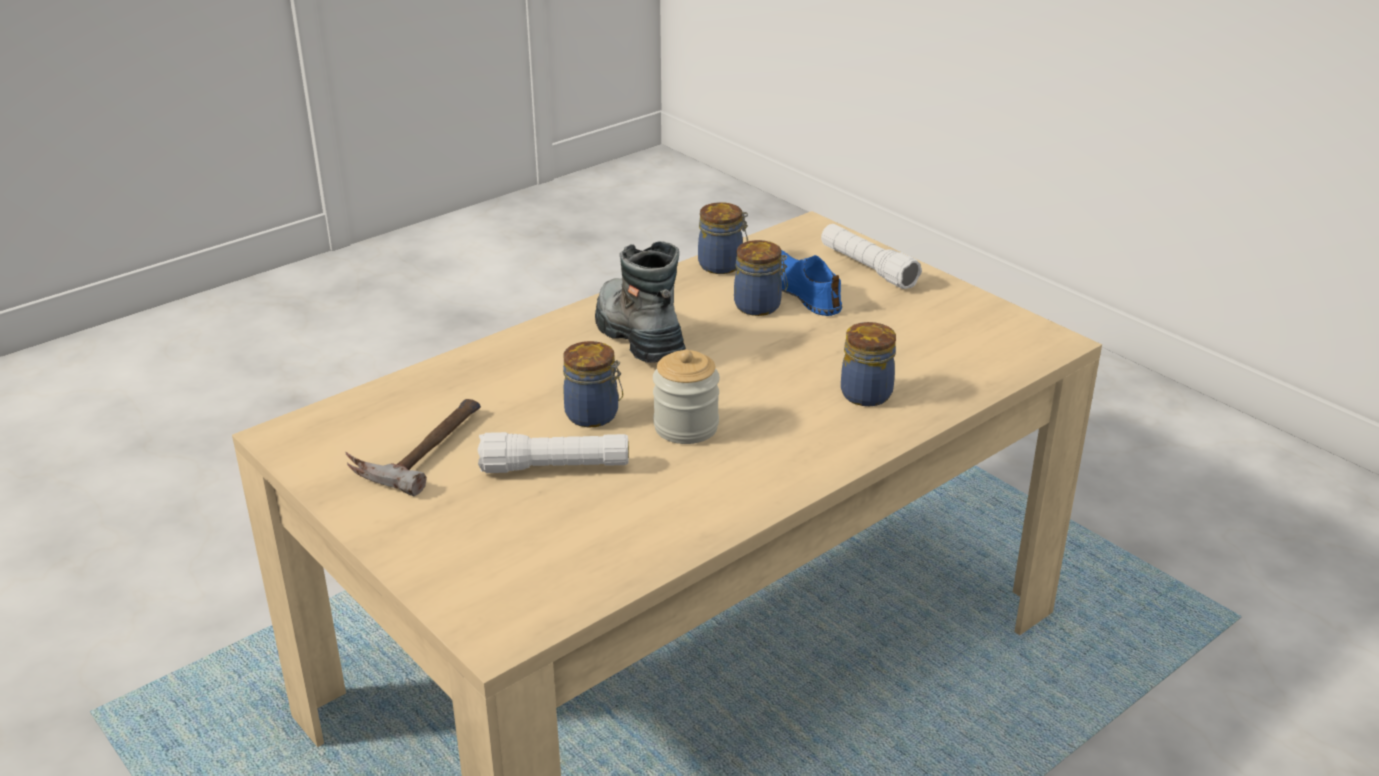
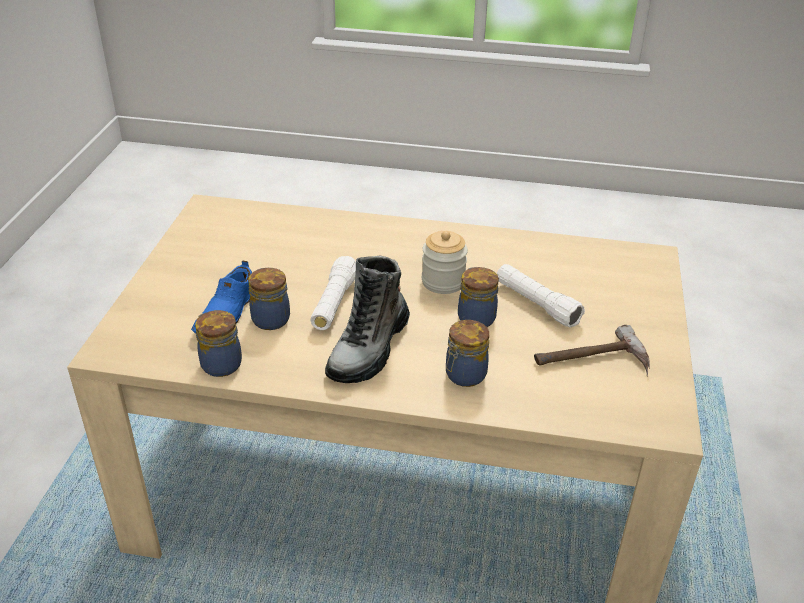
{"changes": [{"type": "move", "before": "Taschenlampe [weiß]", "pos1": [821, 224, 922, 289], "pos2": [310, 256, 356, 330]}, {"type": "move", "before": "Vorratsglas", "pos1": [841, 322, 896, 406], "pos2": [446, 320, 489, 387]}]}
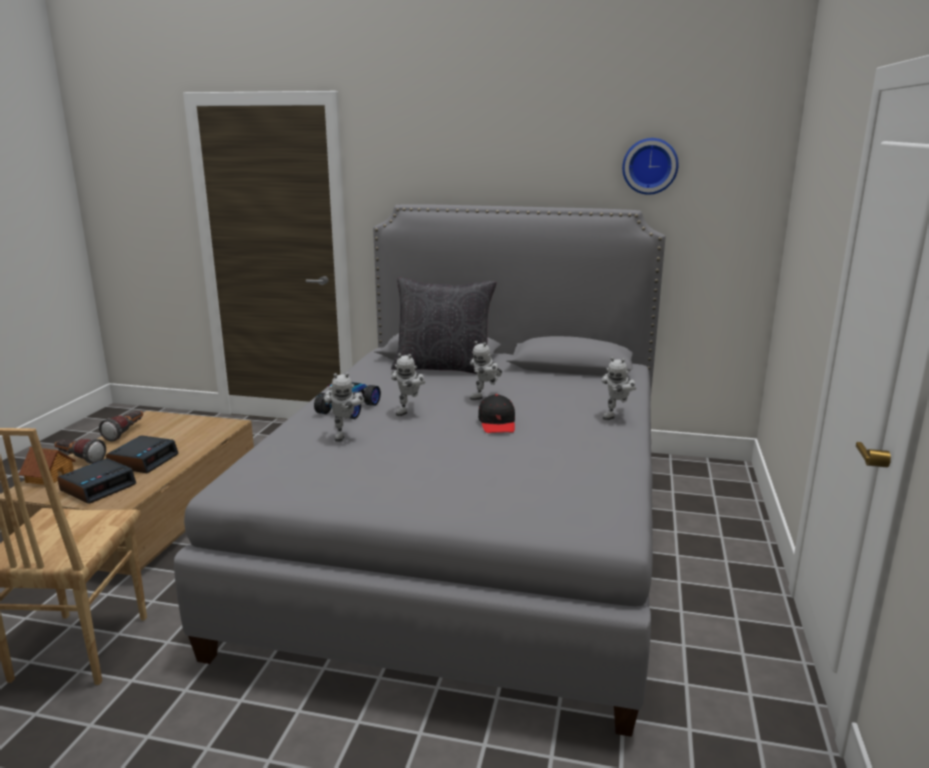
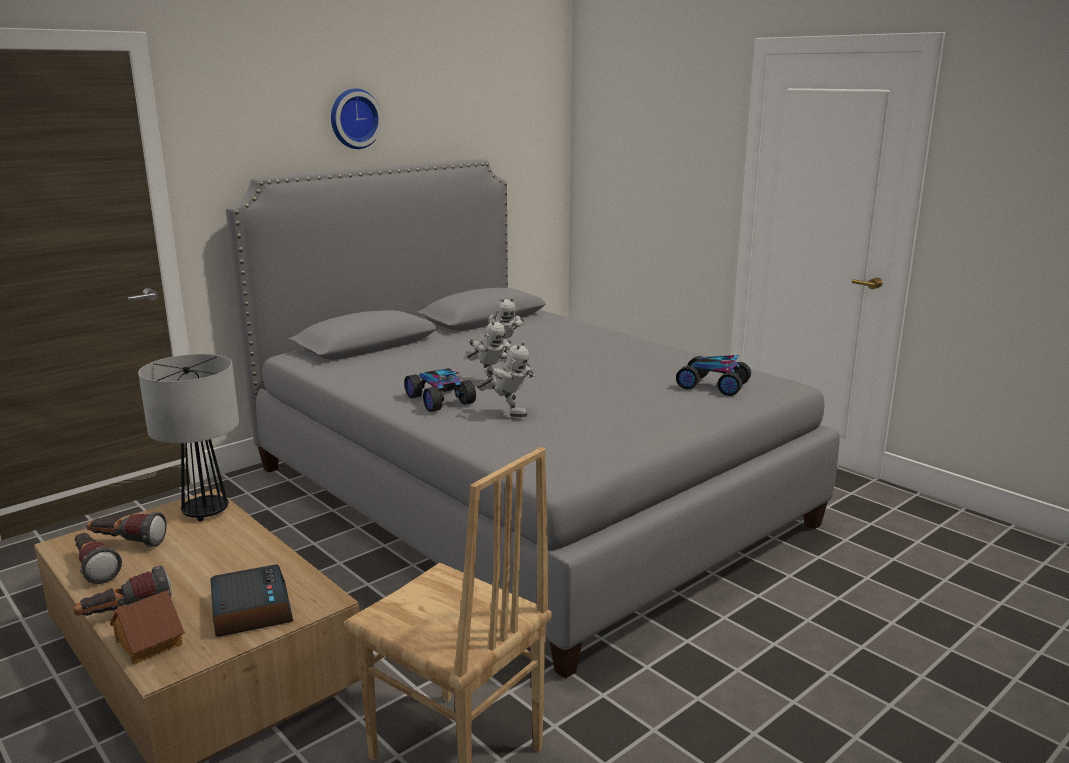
{"changes": [{"type": "insert", "after": "Taschenlampe", "pos2": [86, 512, 167, 547]}, {"type": "insert", "after": "Tischlampe", "pos2": [138, 354, 239, 522]}, {"type": "move", "before": "Wanduhr", "pos1": [622, 138, 679, 195], "pos2": [331, 88, 383, 149]}, {"type": "insert", "after": "Spielzeugauto", "pos2": [676, 355, 751, 396]}, {"type": "delete", "before": "Wecker", "pos1": [106, 435, 178, 474]}, {"type": "delete", "before": "Kissen [schwarz]", "pos1": [391, 278, 496, 374]}, {"type": "delete", "before": "Kappe [schwarz]", "pos1": [478, 394, 515, 433]}, {"type": "delete", "before": "Spielzeugroboter", "pos1": [602, 357, 636, 420]}]}
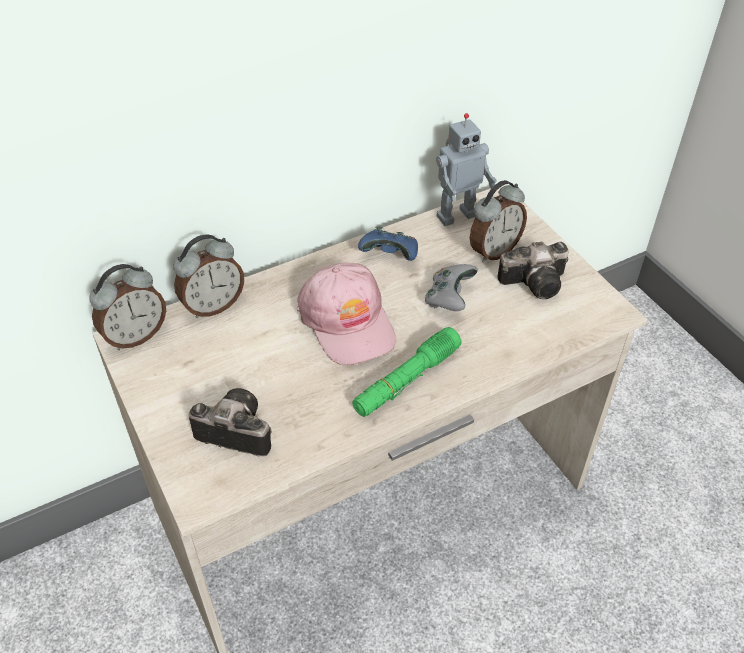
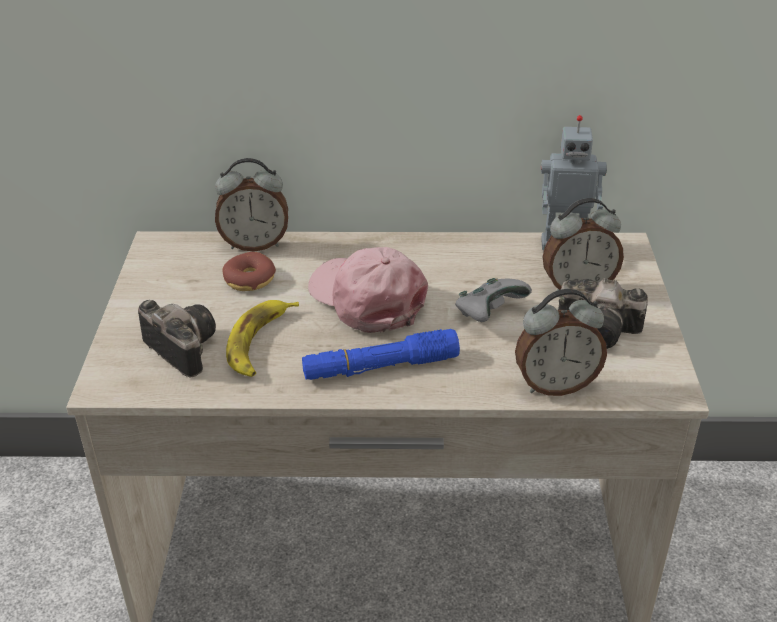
{"changes": [{"type": "insert", "after": "Donut", "pos2": [223, 252, 276, 291]}, {"type": "insert", "after": "Banane", "pos2": [226, 300, 299, 377]}, {"type": "recolor", "before": "Taschenlampe [grün]", "after": "Taschenlampe [blau]", "pos1": [352, 327, 461, 417], "pos2": [302, 329, 460, 380]}, {"type": "rotate", "before": "Kappe [rosa]", "pos1": [297, 263, 396, 365], "pos2": [308, 247, 428, 333], "turn": 135}, {"type": "move", "before": "Wecker", "pos1": [89, 264, 166, 350], "pos2": [515, 289, 607, 396]}, {"type": "delete", "before": "Gamepad [blau]", "pos1": [358, 226, 418, 261]}]}
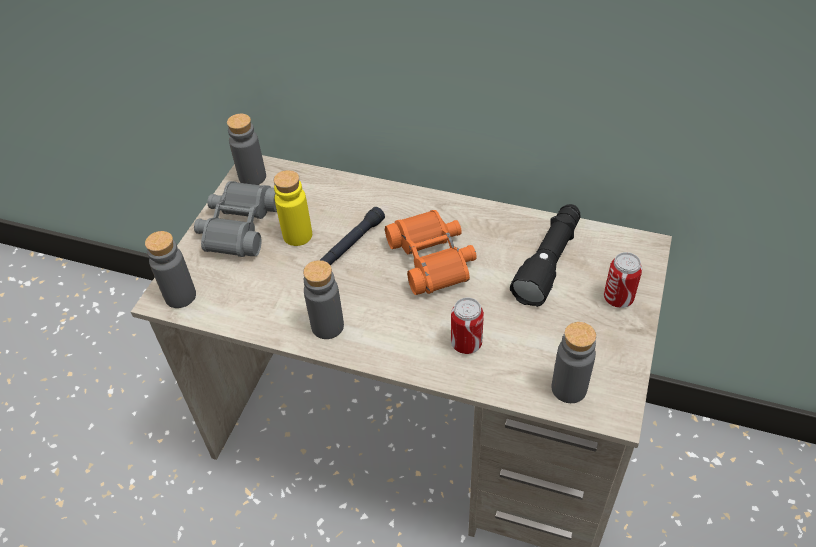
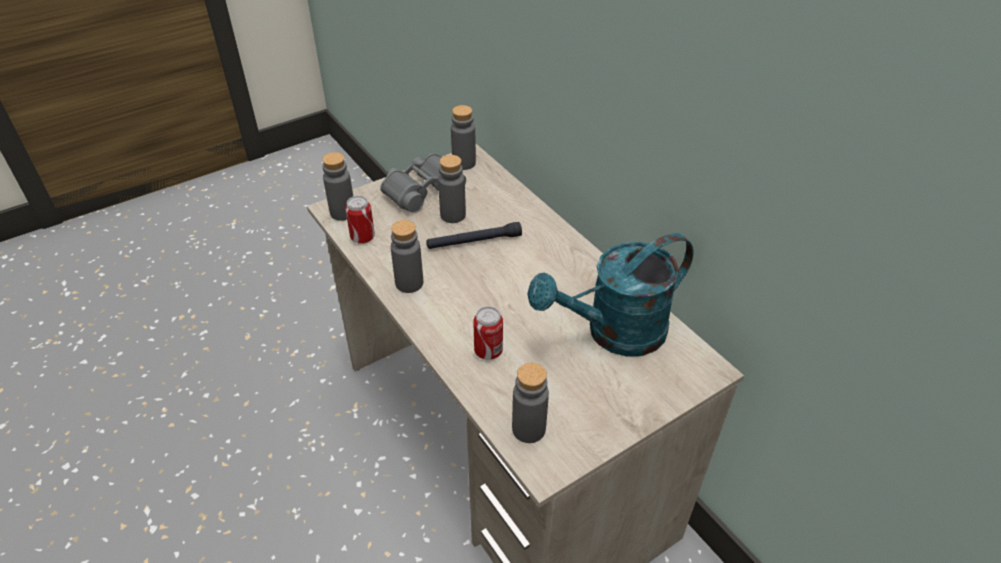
{"changes": [{"type": "move", "before": "Dose", "pos1": [604, 252, 642, 308], "pos2": [345, 196, 375, 244]}, {"type": "recolor", "before": "Flasche [gelb]", "after": "Flasche [grau]", "pos1": [274, 170, 312, 246], "pos2": [438, 155, 466, 223]}, {"type": "replace", "before": "Taschenlampe [schwarz]", "after": "Gießkanne [türkis]", "pos1": [510, 204, 580, 307], "pos2": [527, 233, 693, 357]}, {"type": "delete", "before": "Fernglas [orange]", "pos1": [385, 210, 477, 295]}]}
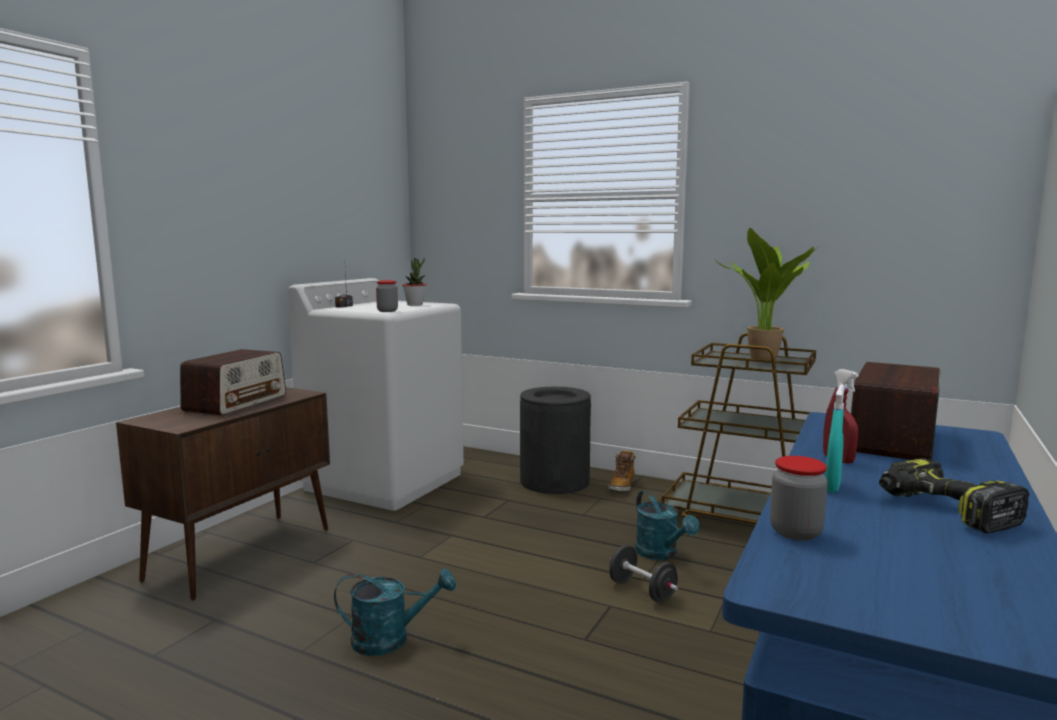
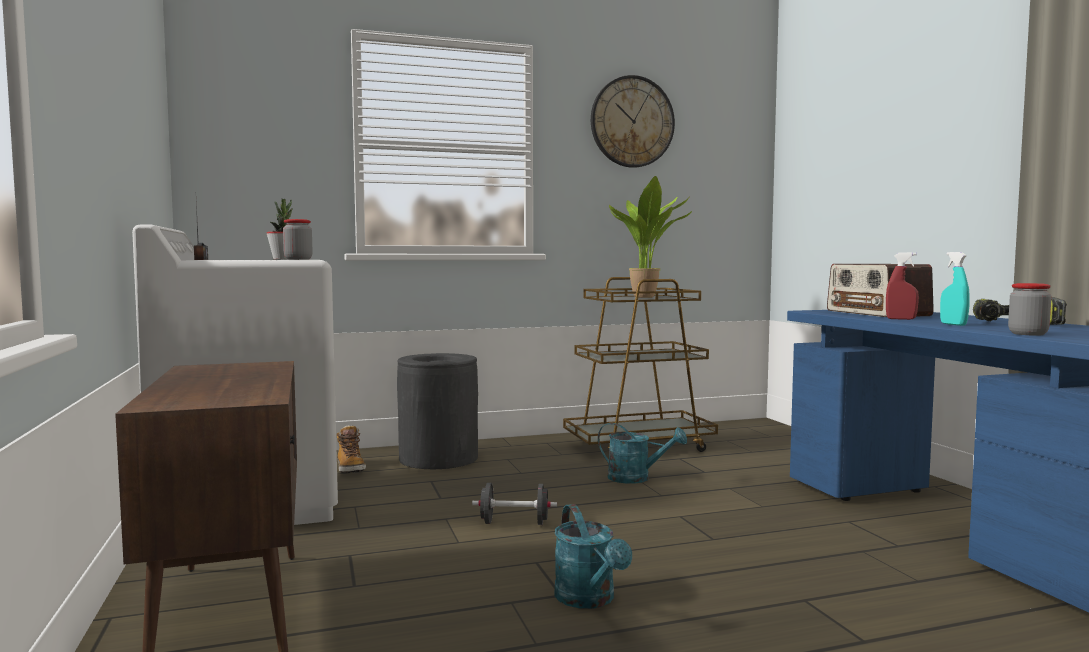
{"changes": [{"type": "move", "before": "Stiefel", "pos1": [608, 450, 635, 492], "pos2": [337, 425, 366, 473]}, {"type": "move", "before": "Hantel [schwarz]", "pos1": [609, 545, 678, 603], "pos2": [472, 483, 557, 525]}, {"type": "rotate", "before": "Gießkanne [türkis]", "pos1": [334, 568, 456, 656], "pos2": [554, 504, 632, 609], "turn": 120}, {"type": "insert", "after": "Wanduhr", "pos2": [591, 75, 675, 168]}, {"type": "delete", "before": "Radio", "pos1": [180, 349, 286, 415]}]}
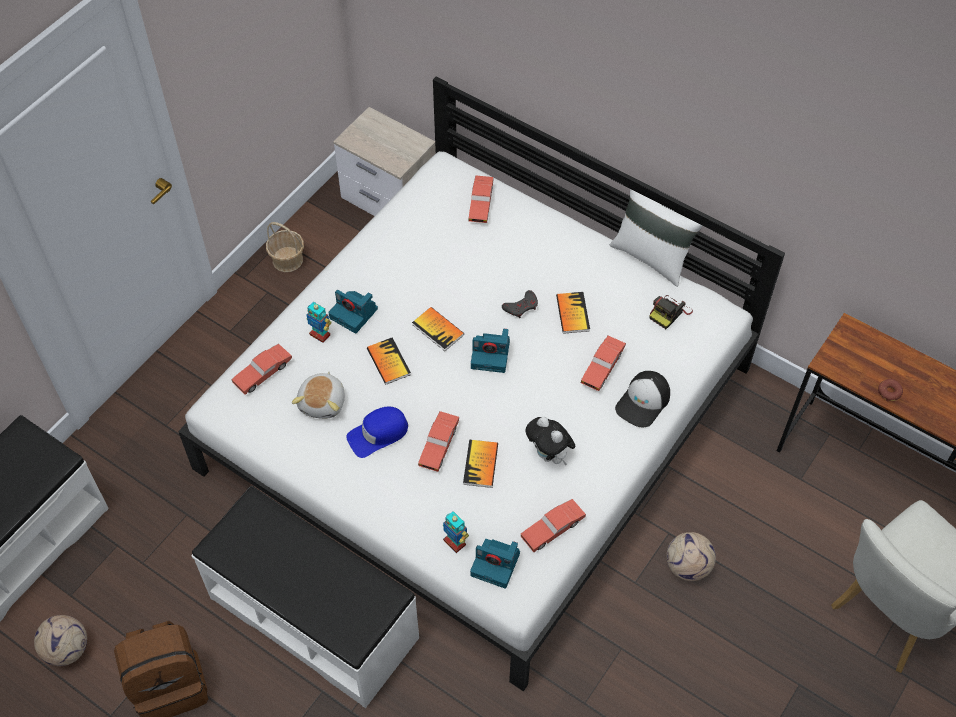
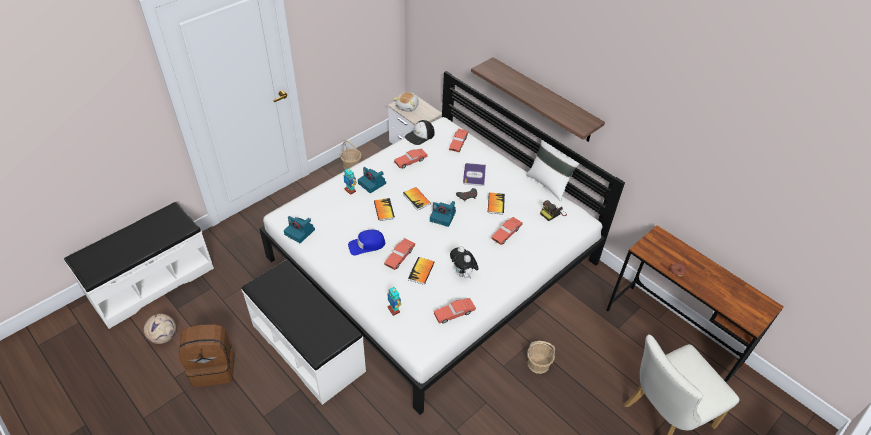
{"changes": [{"type": "move", "before": "Kamera", "pos1": [470, 539, 520, 589], "pos2": [284, 216, 315, 243]}, {"type": "move", "before": "Plüschtier", "pos1": [292, 371, 345, 419], "pos2": [393, 92, 419, 112]}, {"type": "move", "before": "Spielzeugauto [rot]", "pos1": [231, 344, 292, 394], "pos2": [394, 149, 428, 169]}, {"type": "move", "before": "Kappe", "pos1": [615, 371, 670, 427], "pos2": [405, 120, 434, 145]}, {"type": "insert", "after": "Buch", "pos2": [463, 163, 486, 186]}, {"type": "insert", "after": "Wandregal", "pos2": [471, 57, 605, 142]}, {"type": "replace", "before": "Fußball", "after": "Korb", "pos1": [666, 532, 716, 581], "pos2": [527, 341, 555, 374]}]}
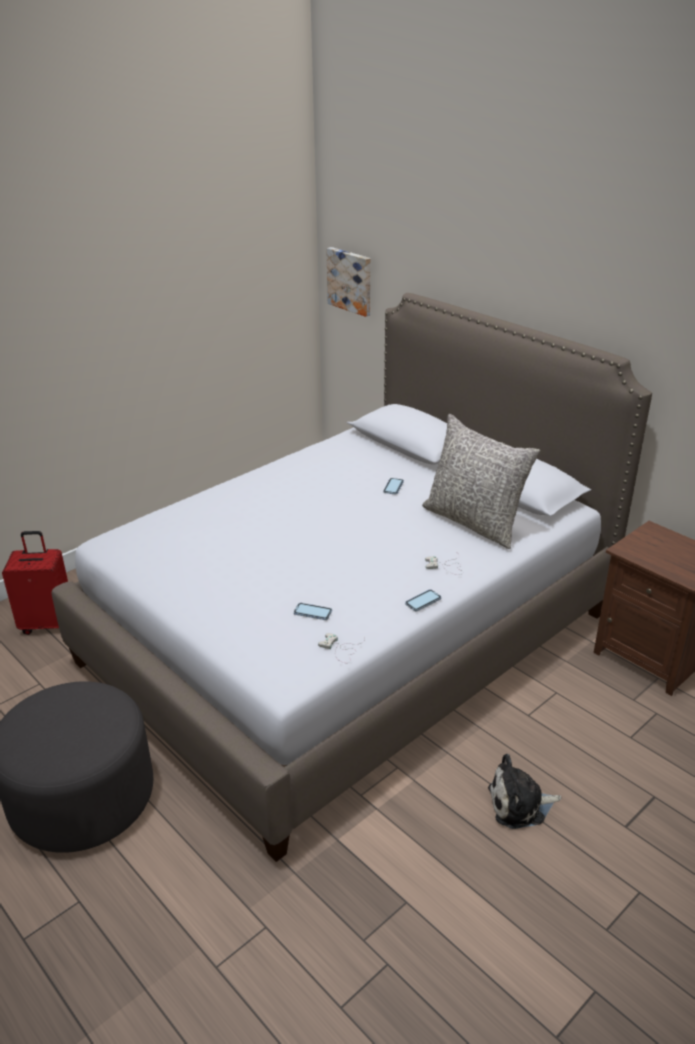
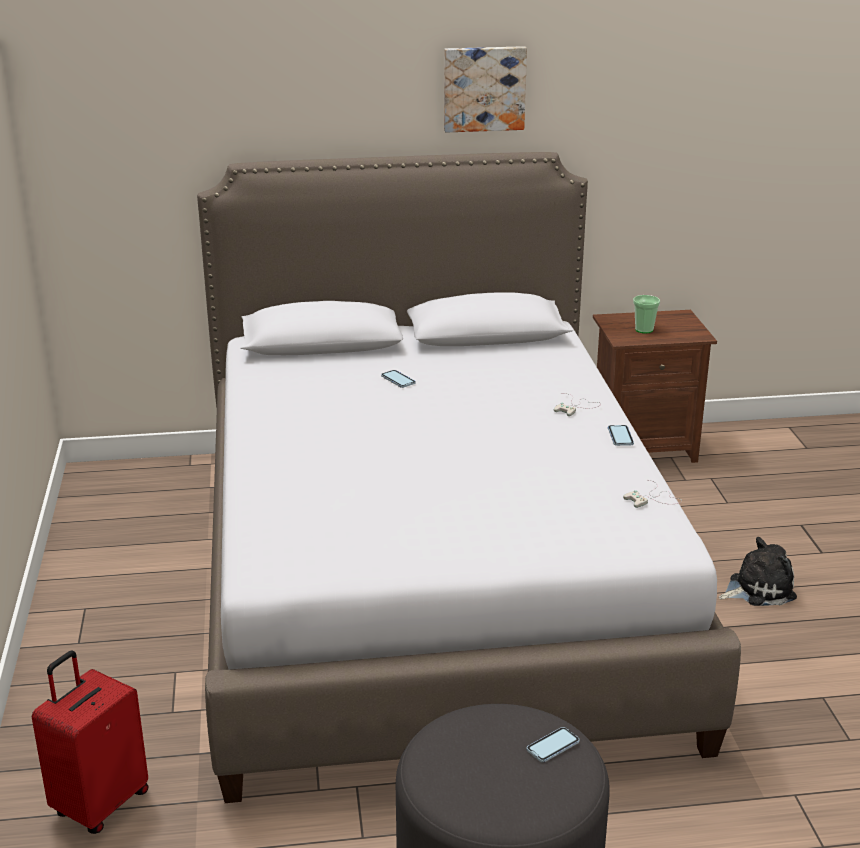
{"changes": [{"type": "move", "before": "Bild", "pos1": [326, 247, 371, 317], "pos2": [444, 46, 527, 132]}, {"type": "move", "before": "Handy", "pos1": [294, 603, 332, 620], "pos2": [527, 727, 580, 762]}, {"type": "insert", "after": "Tasse", "pos2": [633, 295, 660, 334]}, {"type": "rotate", "before": "Plüschtier", "pos1": [488, 754, 561, 829], "pos2": [719, 537, 797, 606], "turn": -135}, {"type": "delete", "before": "Kissen [grau]", "pos1": [422, 414, 540, 549]}]}
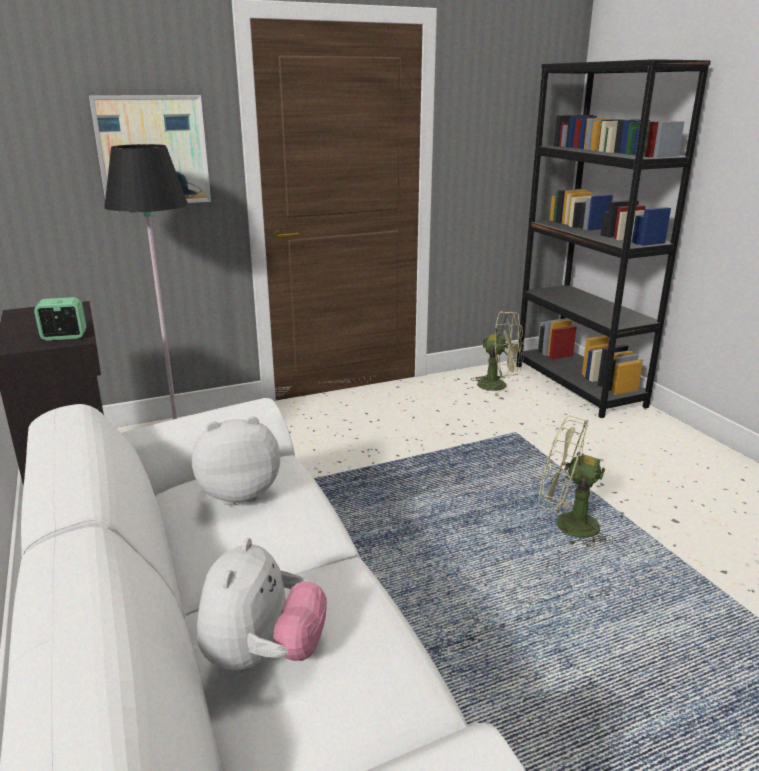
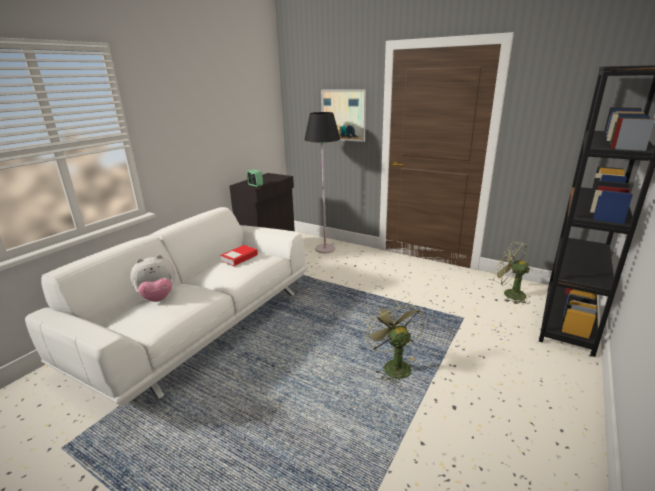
{"changes": [{"type": "replace", "before": "Plüschtier", "after": "Buch", "pos1": [192, 416, 280, 505], "pos2": [220, 245, 258, 266]}, {"type": "rotate", "before": "Ventilator [grün]", "pos1": [471, 311, 524, 396], "pos2": [494, 241, 530, 304], "turn": 150}]}
